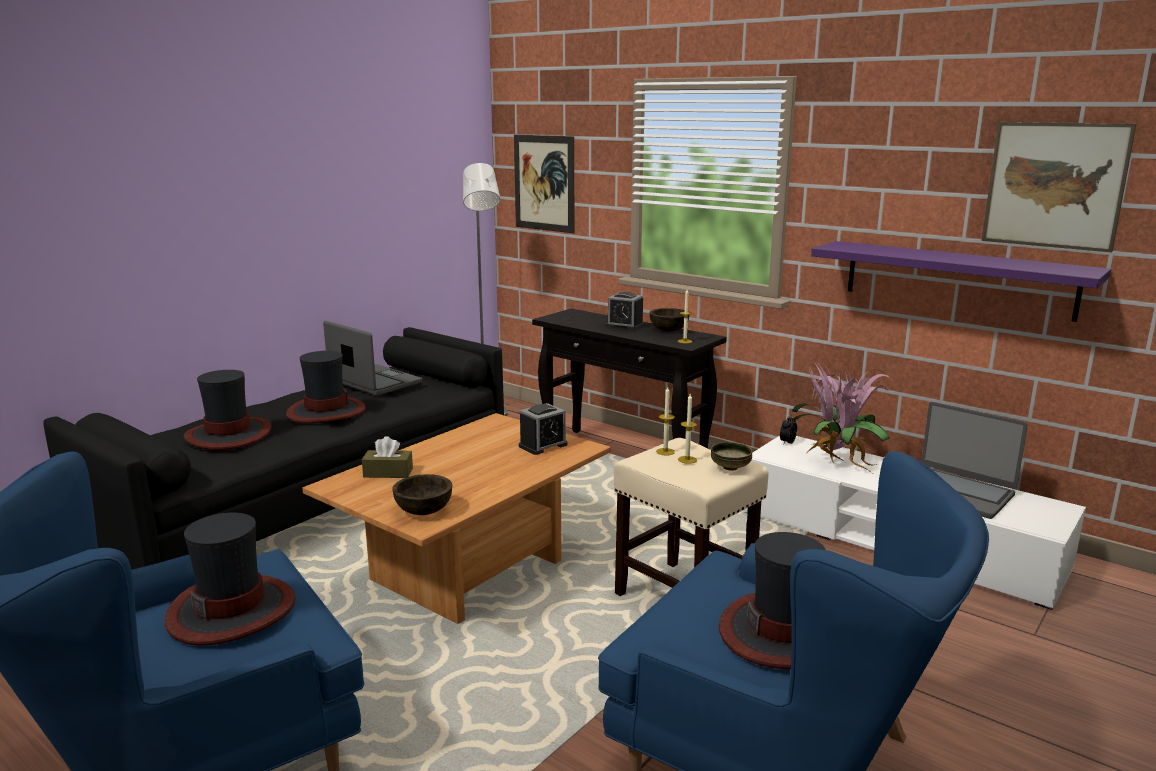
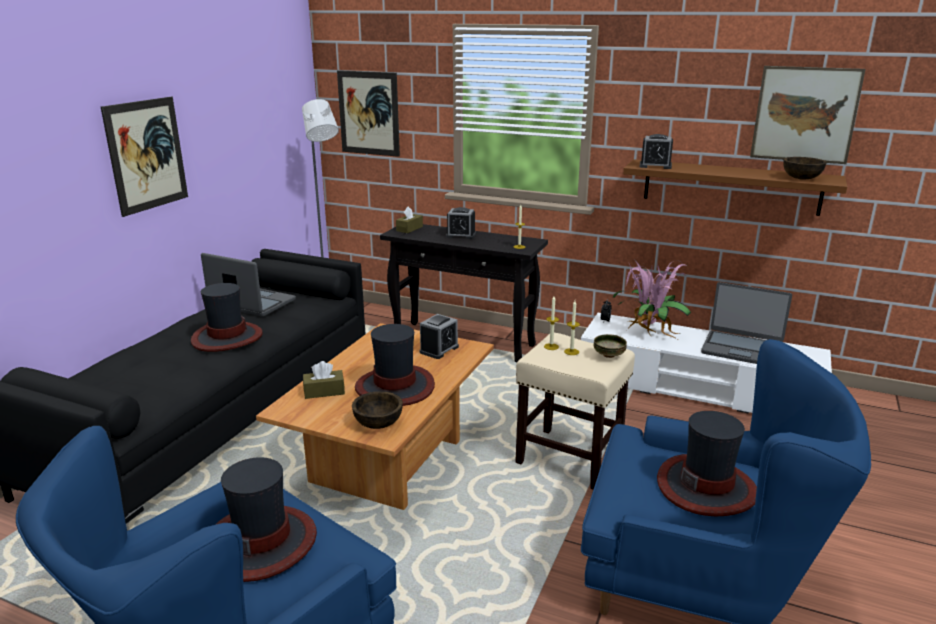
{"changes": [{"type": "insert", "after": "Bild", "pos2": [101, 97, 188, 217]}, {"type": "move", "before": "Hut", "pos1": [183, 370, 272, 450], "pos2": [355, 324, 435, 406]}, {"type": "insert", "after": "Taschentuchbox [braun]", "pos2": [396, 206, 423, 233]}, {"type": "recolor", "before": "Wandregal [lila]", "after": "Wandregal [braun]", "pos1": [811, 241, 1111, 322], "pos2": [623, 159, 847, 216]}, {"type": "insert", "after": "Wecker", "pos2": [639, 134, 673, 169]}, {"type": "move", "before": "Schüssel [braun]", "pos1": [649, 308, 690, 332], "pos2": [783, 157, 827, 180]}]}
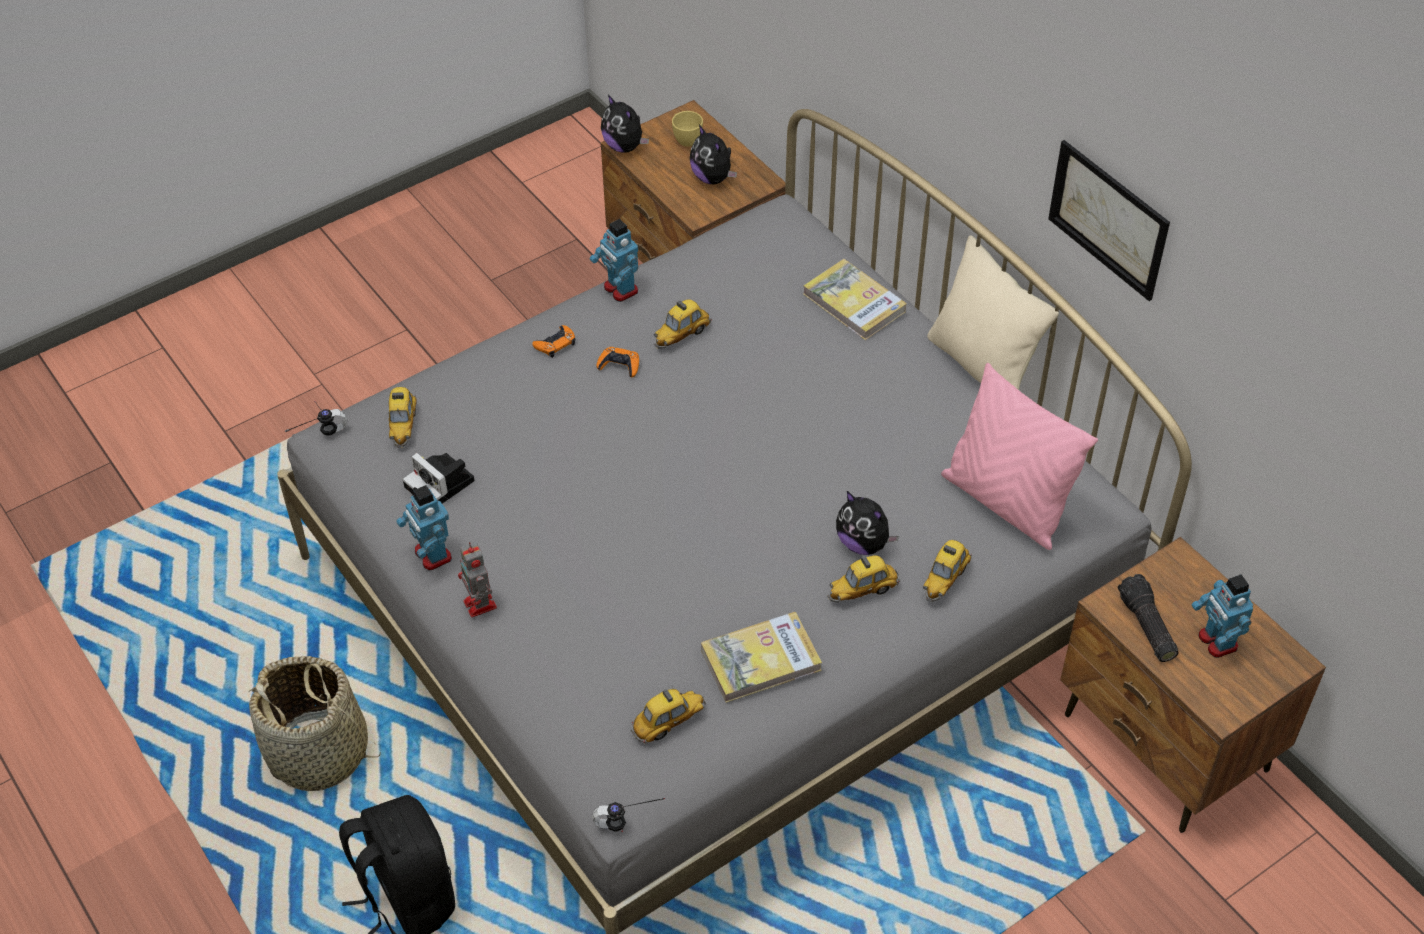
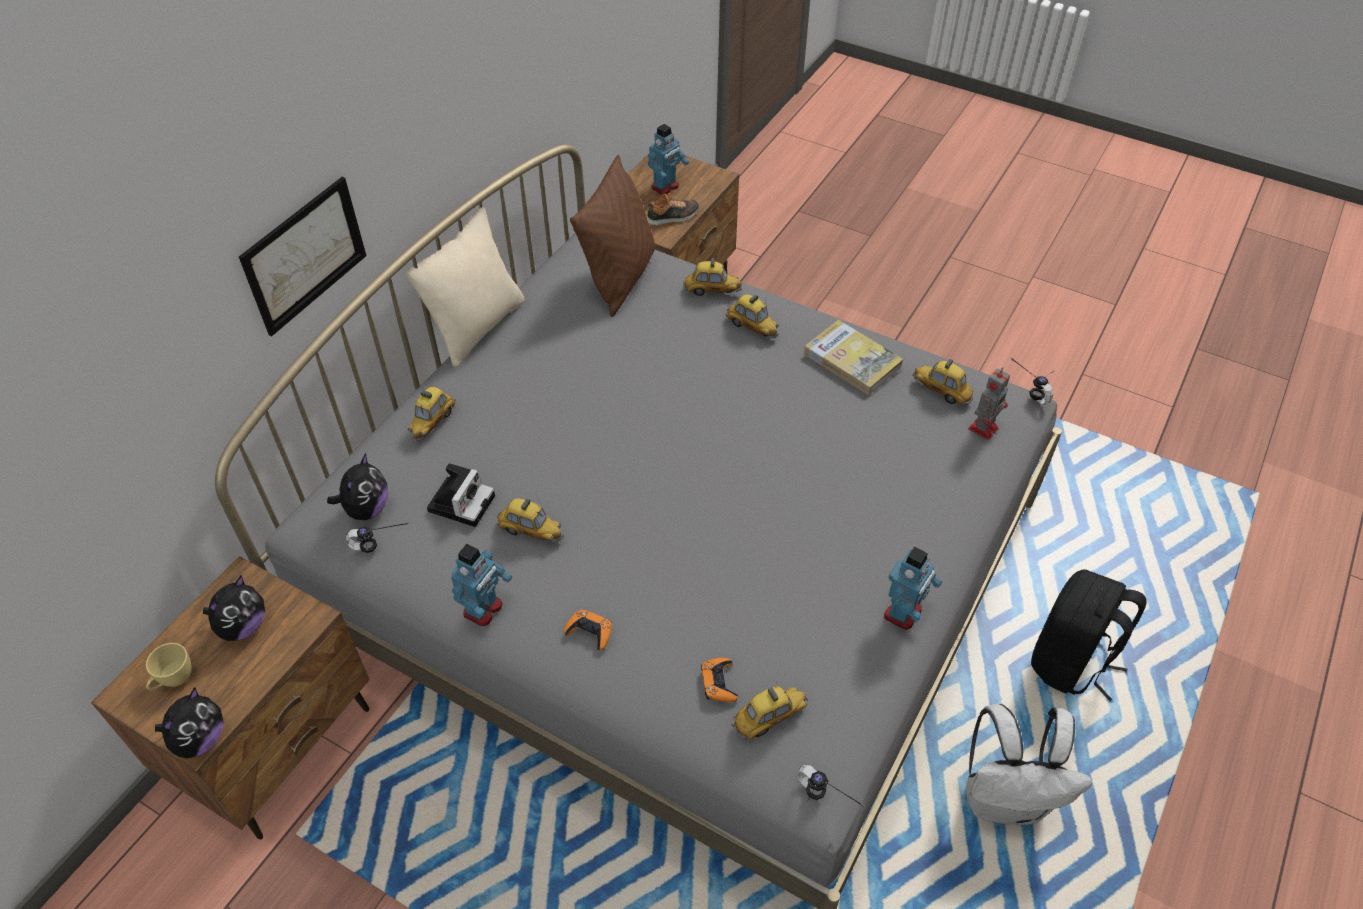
{"changes": [{"type": "move", "before": "Bild", "pos1": [1048, 140, 1170, 301], "pos2": [239, 177, 366, 336]}, {"type": "move", "before": "Plüschtier", "pos1": [836, 491, 899, 555], "pos2": [327, 453, 388, 520]}, {"type": "insert", "after": "Kopfhörer", "pos2": [345, 522, 409, 553]}, {"type": "replace", "before": "Buch", "after": "Spielzeugauto", "pos1": [803, 259, 906, 340], "pos2": [408, 387, 456, 442]}, {"type": "move", "before": "Kamera", "pos1": [402, 453, 475, 504], "pos2": [427, 463, 495, 527]}, {"type": "recolor", "before": "Kissen [rosa]", "after": "Kissen [braun]", "pos1": [941, 363, 1098, 550], "pos2": [570, 155, 656, 317]}, {"type": "replace", "before": "Taschenlampe", "after": "Schuh", "pos1": [1118, 574, 1179, 662], "pos2": [646, 193, 700, 226]}, {"type": "move", "before": "Gamepad [orange]", "pos1": [596, 347, 639, 377], "pos2": [701, 658, 738, 702]}, {"type": "replace", "before": "Korb", "after": "Rucksack [weiß]", "pos1": [249, 656, 381, 791], "pos2": [965, 704, 1092, 825]}, {"type": "move", "before": "Spielzeugroboter", "pos1": [458, 542, 497, 618], "pos2": [968, 367, 1010, 440]}]}
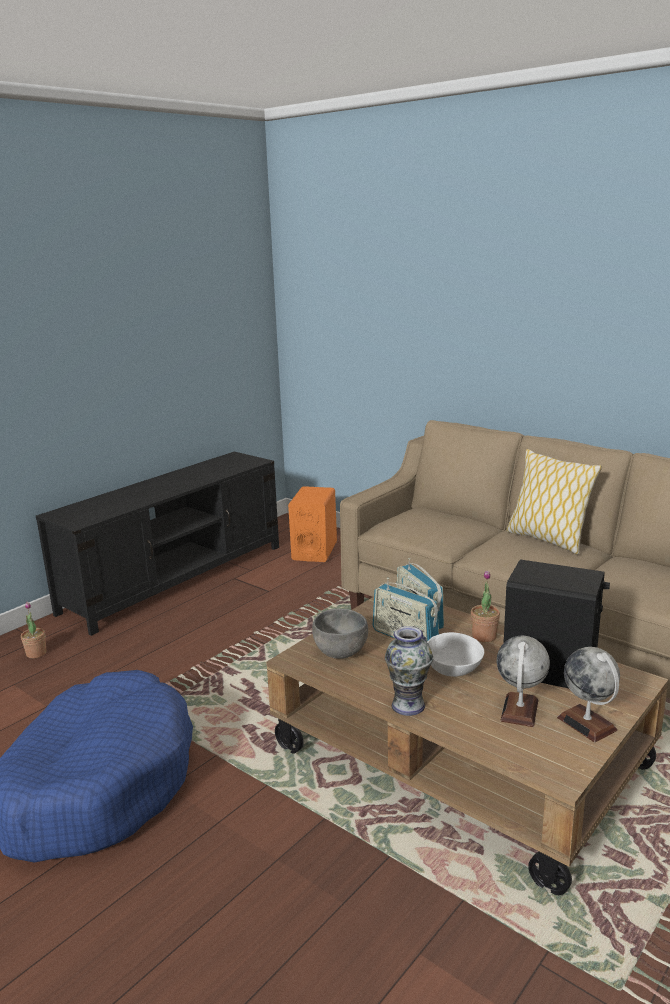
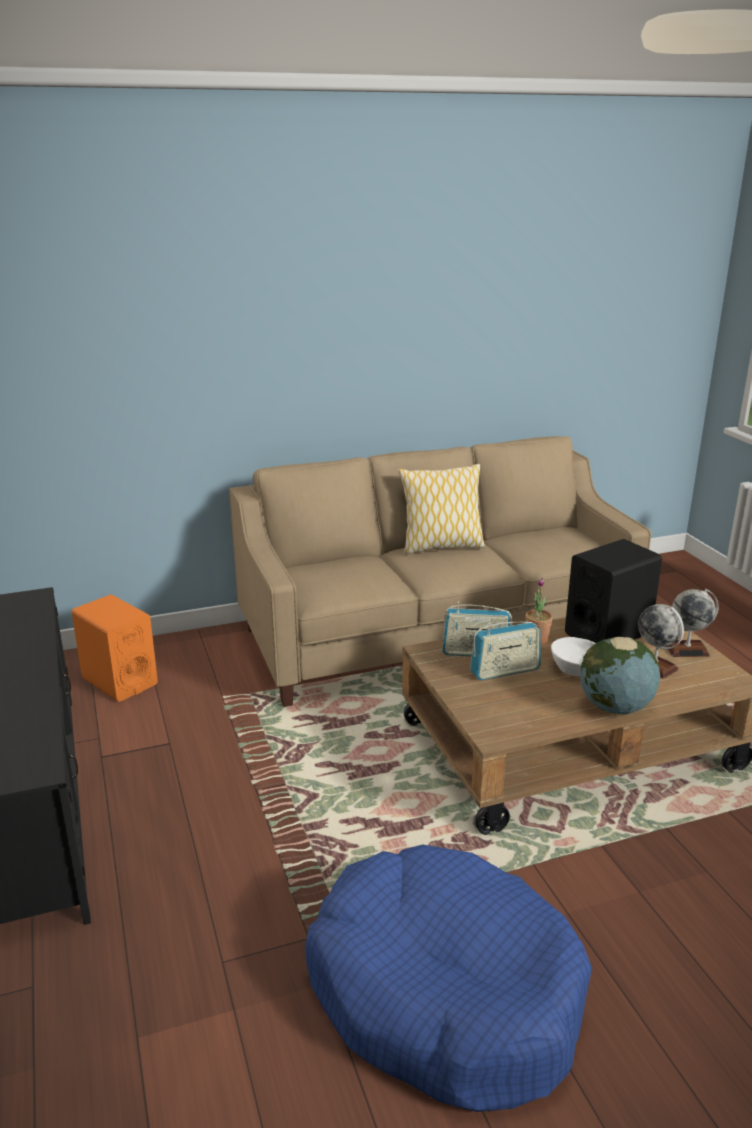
{"changes": [{"type": "replace", "before": "Vase", "after": "Globus", "pos1": [385, 626, 433, 716], "pos2": [580, 637, 660, 715]}, {"type": "delete", "before": "Topfpflanze", "pos1": [21, 602, 46, 658]}, {"type": "delete", "before": "Schüssel [grau]", "pos1": [312, 609, 368, 659]}]}
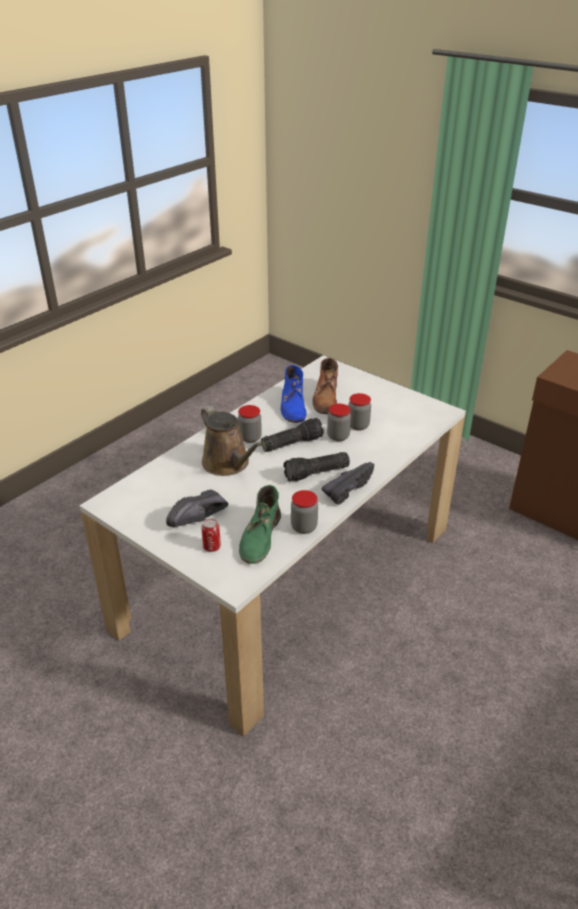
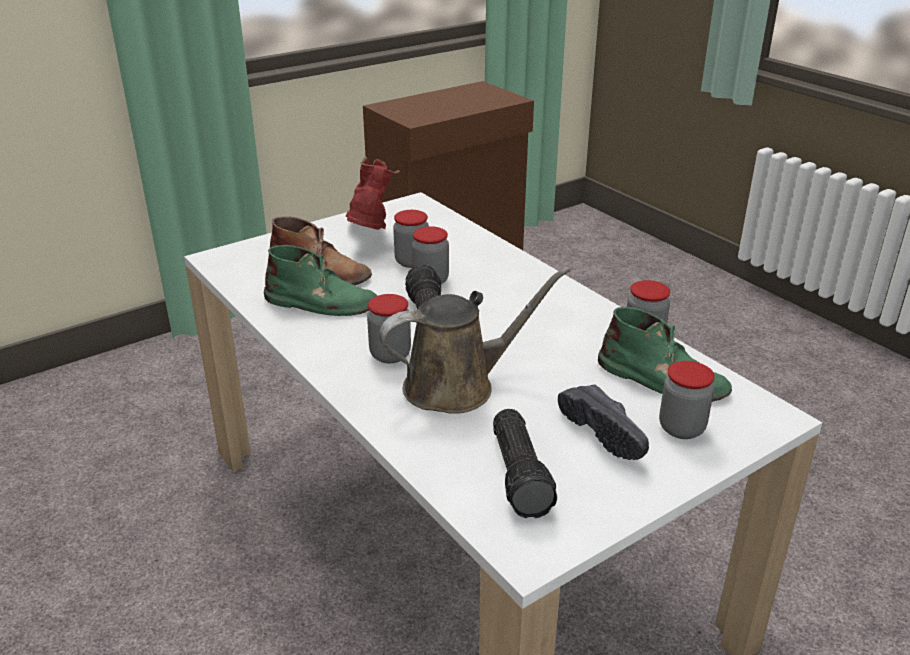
{"changes": [{"type": "recolor", "before": "Stiefel [blau]", "after": "Stiefel [grün]", "pos1": [281, 365, 307, 423], "pos2": [264, 245, 378, 316]}, {"type": "insert", "after": "Stiefel [rot]", "pos2": [346, 157, 400, 230]}, {"type": "move", "before": "Taschenlampe", "pos1": [284, 452, 350, 481], "pos2": [493, 409, 557, 518]}, {"type": "replace", "before": "Dose", "after": "Vorratsglas", "pos1": [201, 518, 221, 552], "pos2": [659, 361, 715, 439]}, {"type": "delete", "before": "Schuh [schwarz]", "pos1": [322, 462, 374, 505]}]}
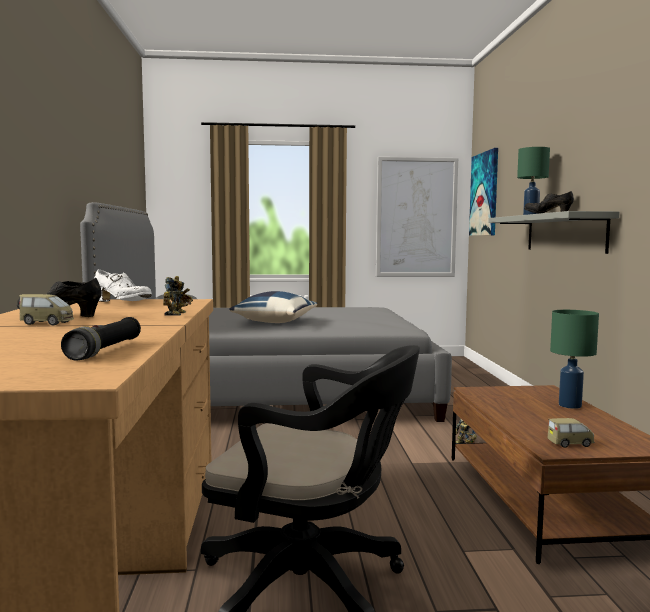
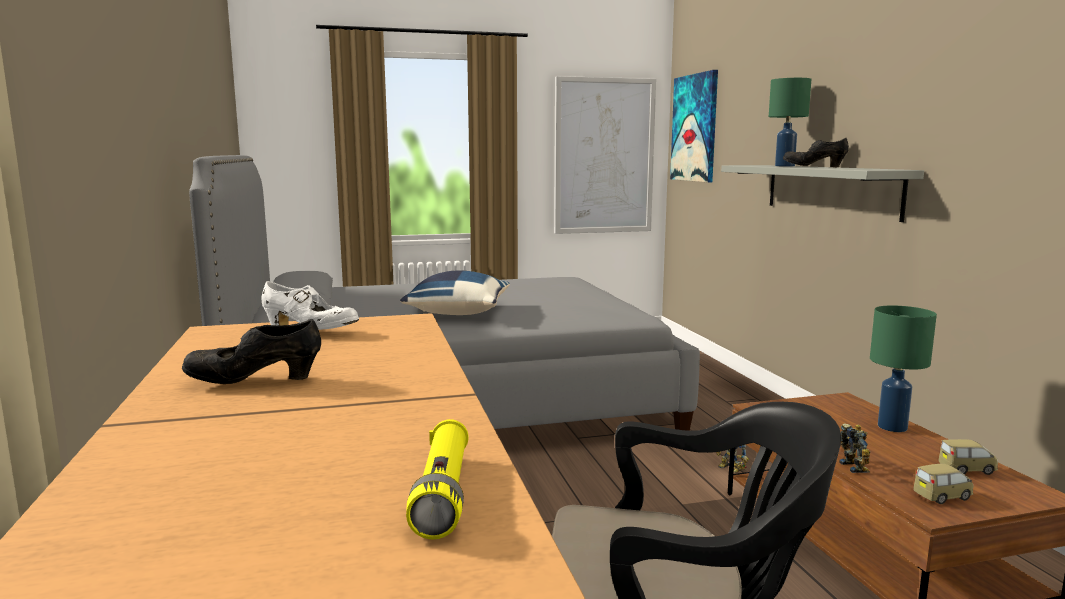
{"changes": [{"type": "recolor", "before": "Taschenlampe [schwarz]", "after": "Taschenlampe [gelb]", "pos1": [61, 317, 141, 361], "pos2": [406, 419, 469, 539]}, {"type": "move", "before": "Spielzeugroboter", "pos1": [163, 276, 193, 316], "pos2": [839, 423, 870, 473]}, {"type": "move", "before": "Spielzeugauto", "pos1": [19, 294, 74, 325], "pos2": [939, 439, 998, 475]}]}
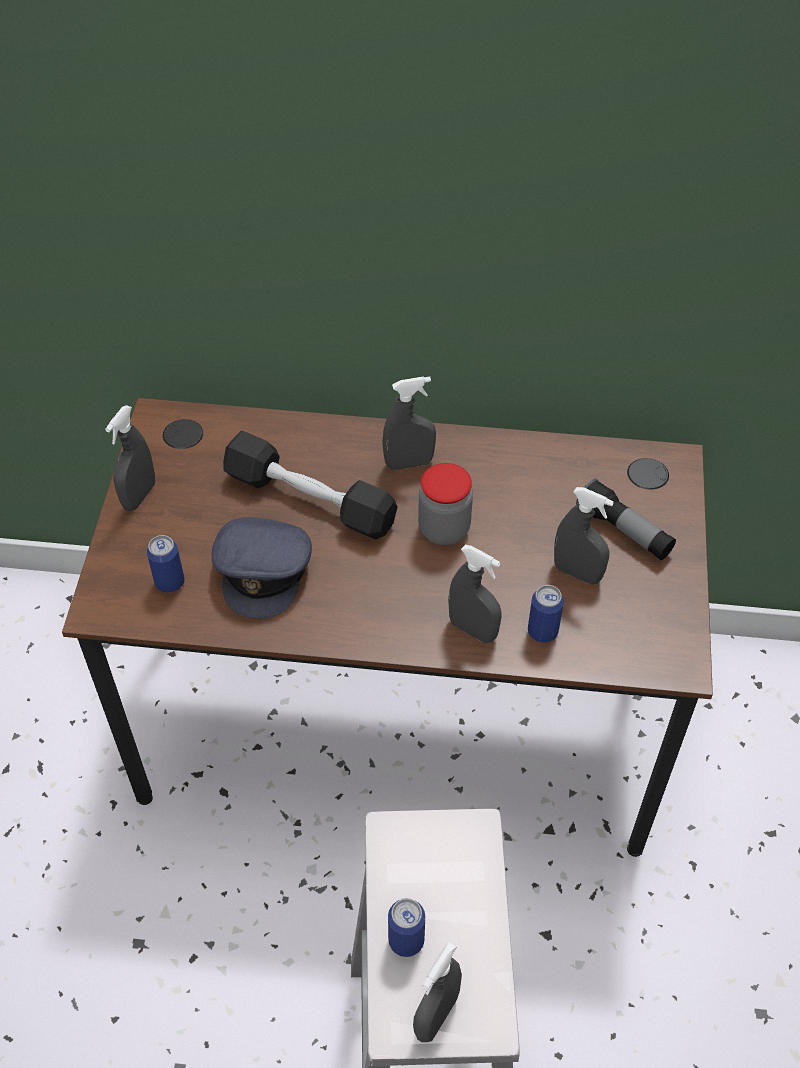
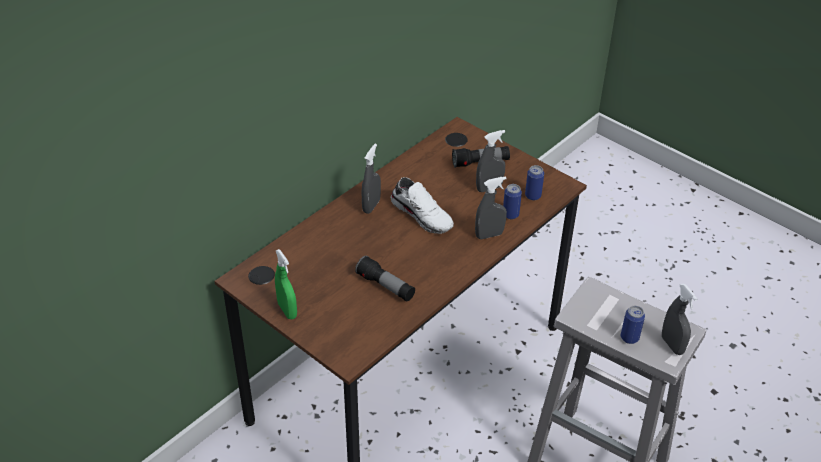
{"changes": [{"type": "recolor", "before": "Sprühflasche [grau]", "after": "Sprühflasche [grün]", "pos1": [105, 405, 155, 511], "pos2": [275, 249, 297, 319]}, {"type": "replace", "before": "Kappe [grau]", "after": "Taschenlampe", "pos1": [212, 517, 312, 619], "pos2": [355, 256, 415, 301]}, {"type": "replace", "before": "Vorratsglas", "after": "Schuh [weiß]", "pos1": [418, 463, 473, 545], "pos2": [391, 177, 454, 234]}, {"type": "move", "before": "Dose", "pos1": [147, 535, 185, 593], "pos2": [525, 165, 544, 200]}, {"type": "delete", "before": "Hantel [schwarz]", "pos1": [223, 431, 397, 539]}]}
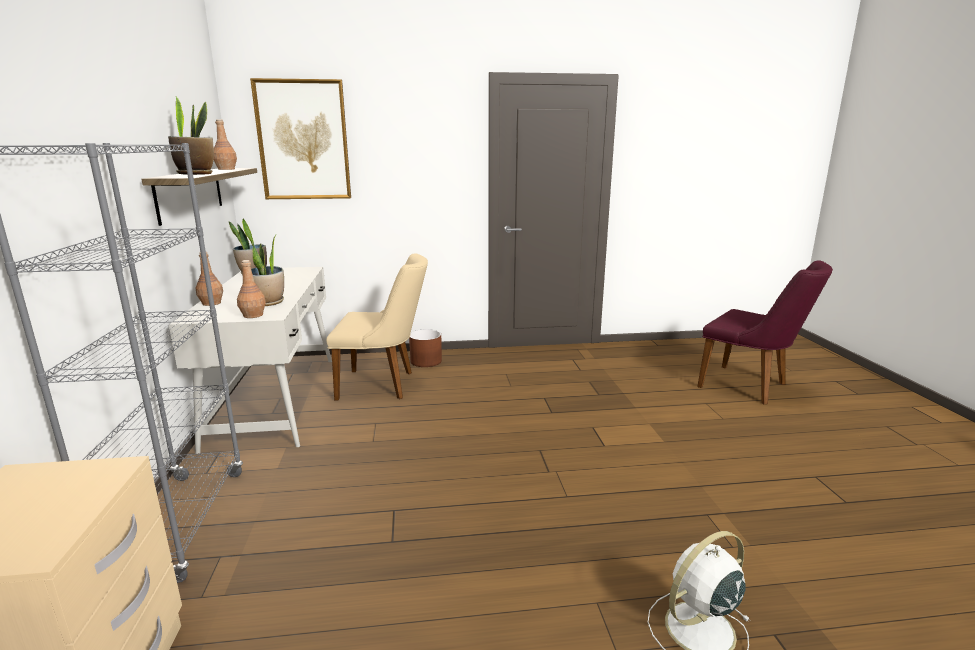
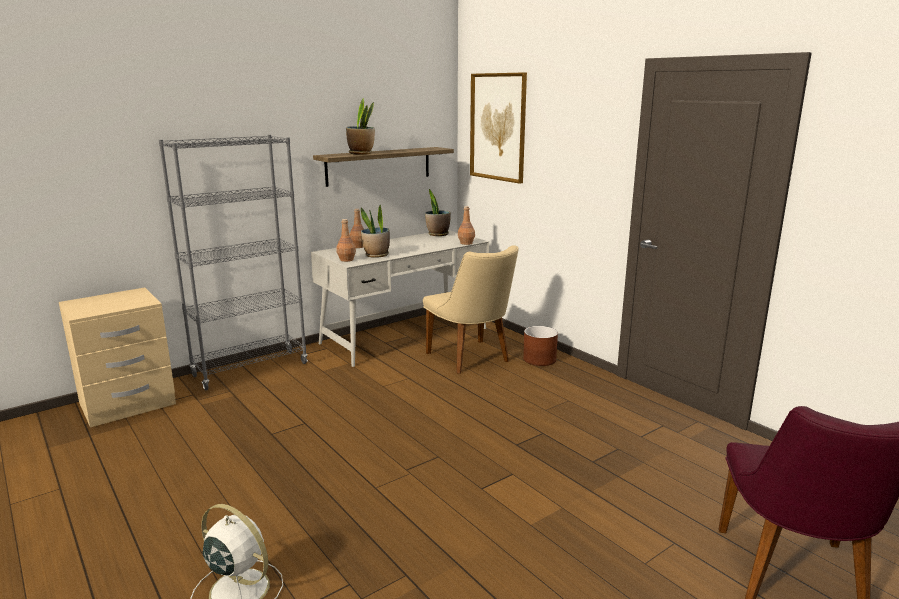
{"changes": [{"type": "move", "before": "Flasche [braun]", "pos1": [214, 119, 237, 170], "pos2": [458, 206, 475, 245]}]}
